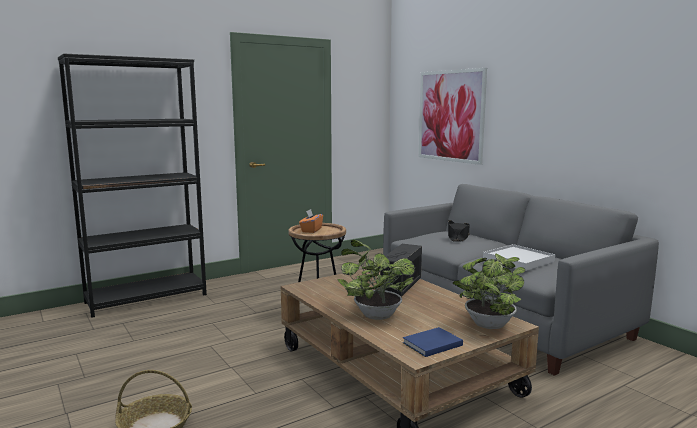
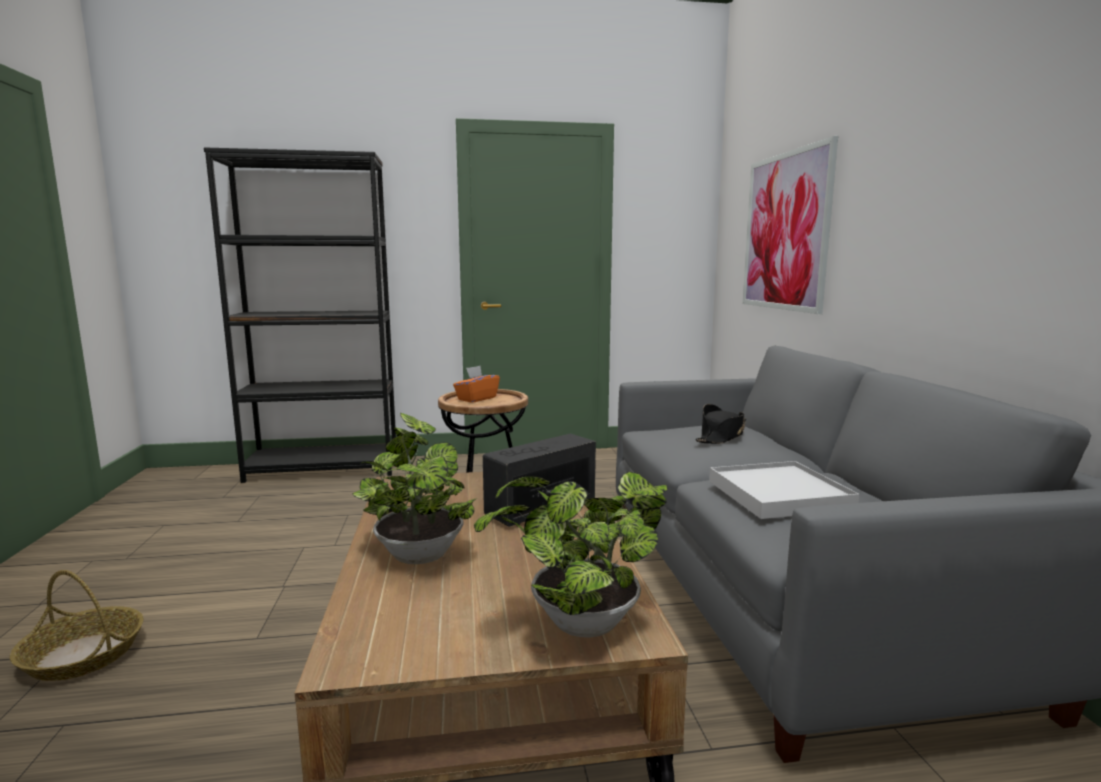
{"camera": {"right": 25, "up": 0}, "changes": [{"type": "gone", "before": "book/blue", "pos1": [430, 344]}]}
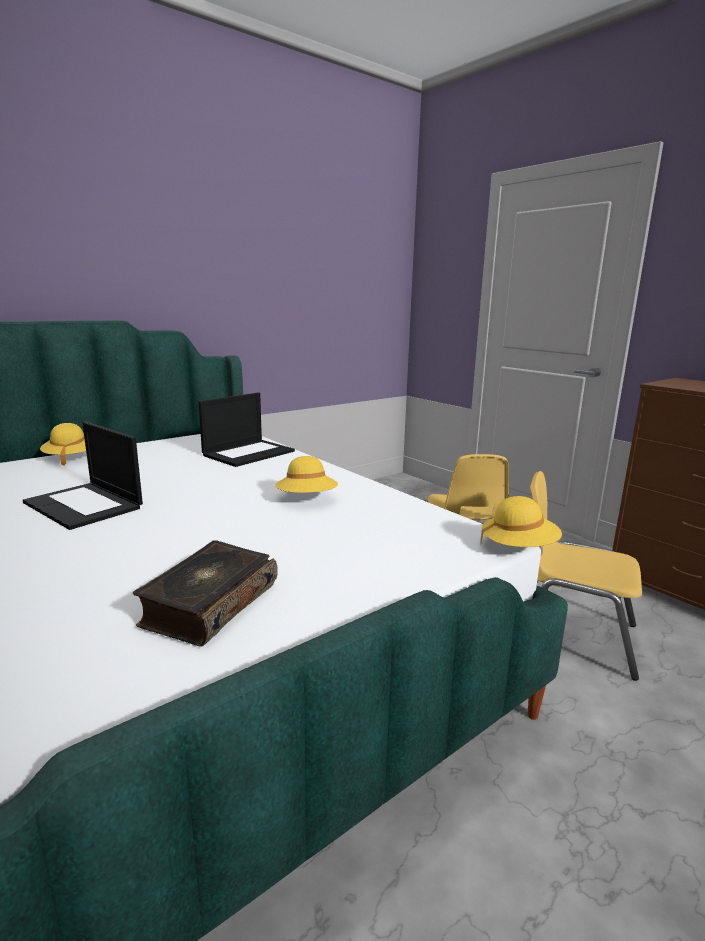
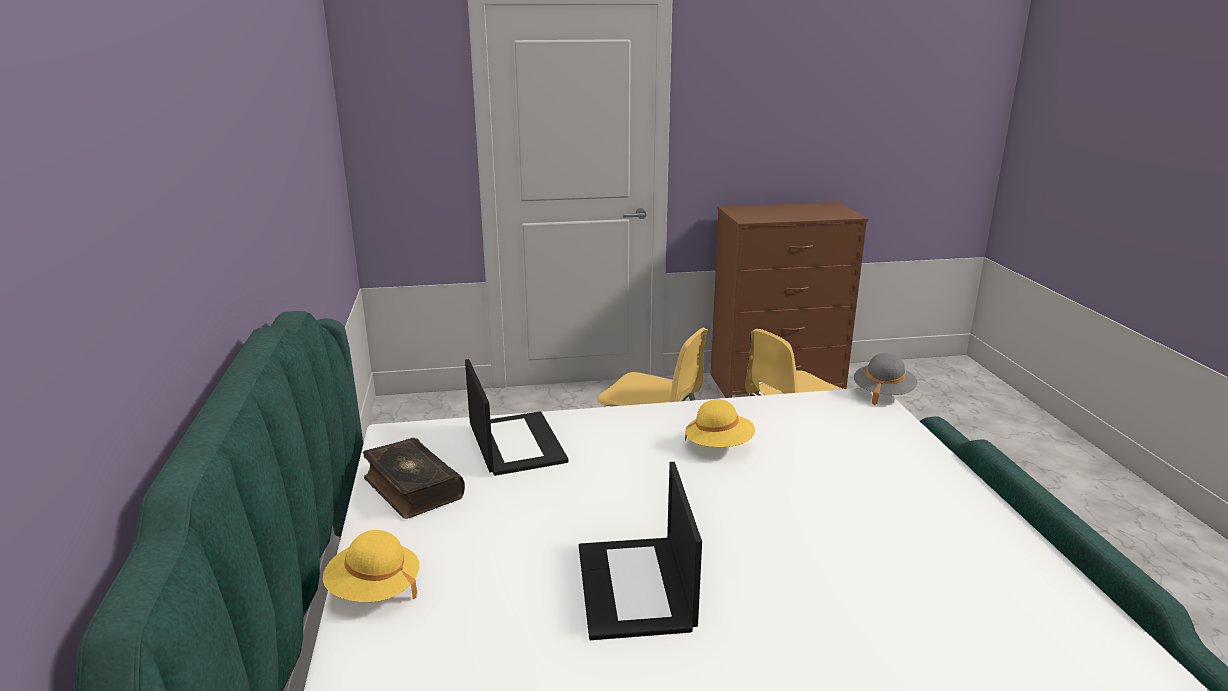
{"camera": {"right": -60, "up": 5}, "changes": [{"type": "rotated", "before": "laptop", "pos1": [85, 505], "pos2": [636, 588], "turn": 105}, {"type": "shifted", "before": "book", "pos1": [209, 605], "pos2": [411, 488]}, {"type": "repainted", "before": "hat/yellow", "after": "hat/grey", "pos1": [518, 547], "pos2": [883, 393]}]}
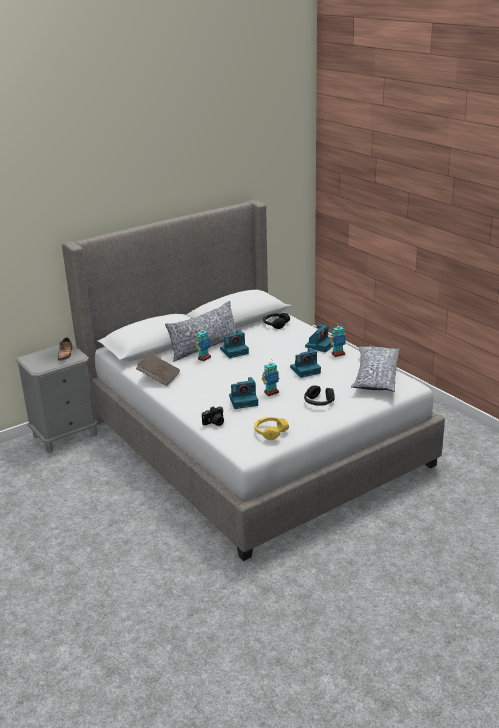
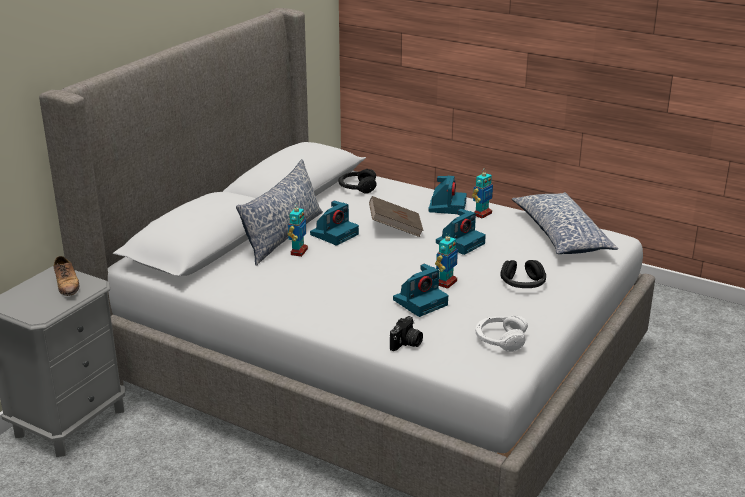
{"camera": {"right": -25, "up": 0}, "changes": [{"type": "shifted", "before": "book/brown", "pos1": [159, 377], "pos2": [395, 229]}, {"type": "repainted", "before": "headphones/yellow", "after": "headphones/white", "pos1": [270, 432], "pos2": [500, 340]}]}
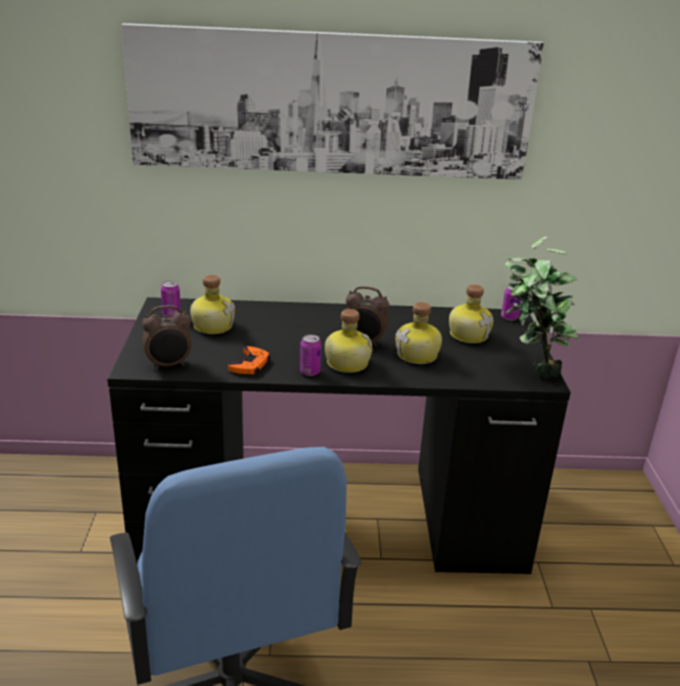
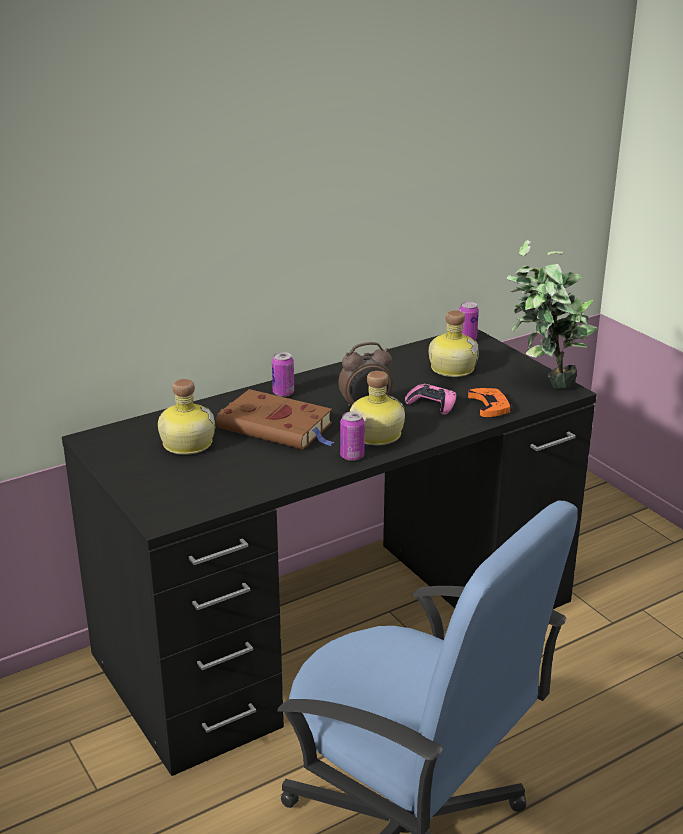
{"camera": {"right": -30, "up": 0}, "changes": [{"type": "gone", "before": "picture", "pos1": [331, 103]}, {"type": "gone", "before": "alarm clock", "pos1": [169, 365]}, {"type": "shifted", "before": "can", "pos1": [171, 315], "pos2": [283, 393]}, {"type": "shifted", "before": "game controller/orange", "pos1": [250, 365], "pos2": [490, 406]}, {"type": "swapped", "before": "bottle", "after": "game controller/pink", "pos1": [418, 355], "pos2": [432, 404]}, {"type": "new", "after": "book/brown", "pos2": [278, 427]}]}
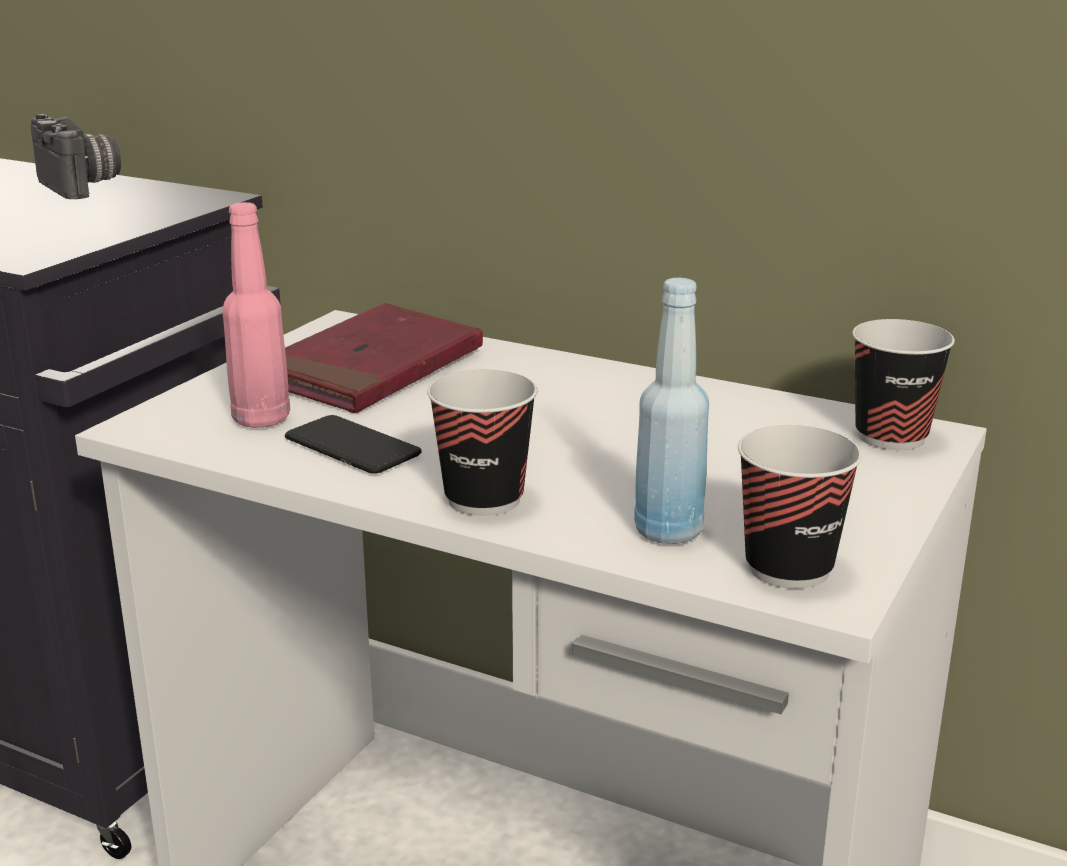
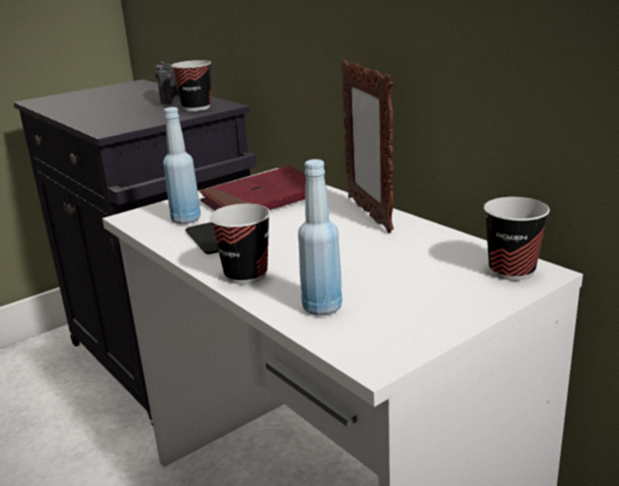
{"camera": {"right": 25, "up": 0}, "changes": [{"type": "repainted", "before": "bottle/pink", "after": "bottle/blue", "pos1": [261, 419], "pos2": [186, 220]}, {"type": "shifted", "before": "cup", "pos1": [788, 568], "pos2": [196, 108]}, {"type": "new", "after": "picture frame", "pos2": [369, 213]}]}
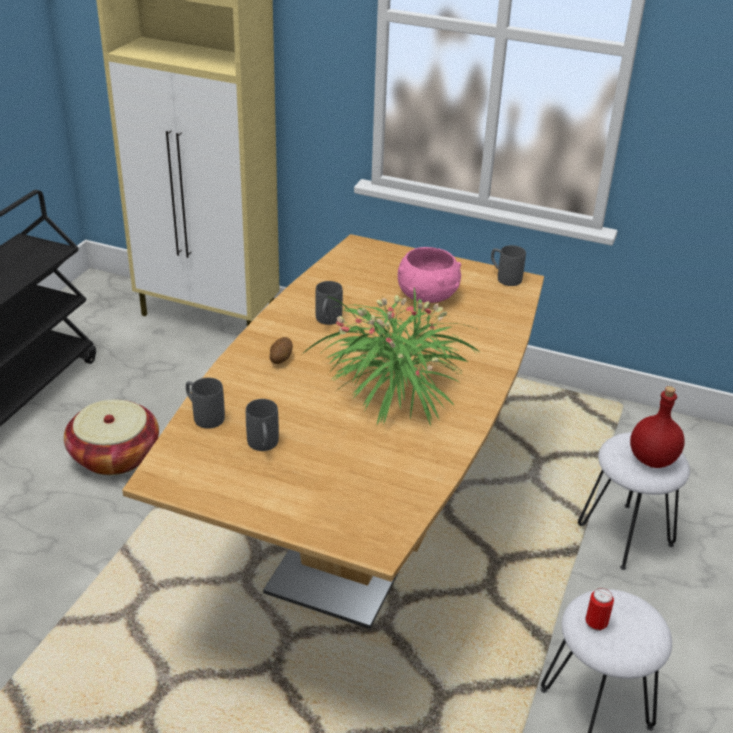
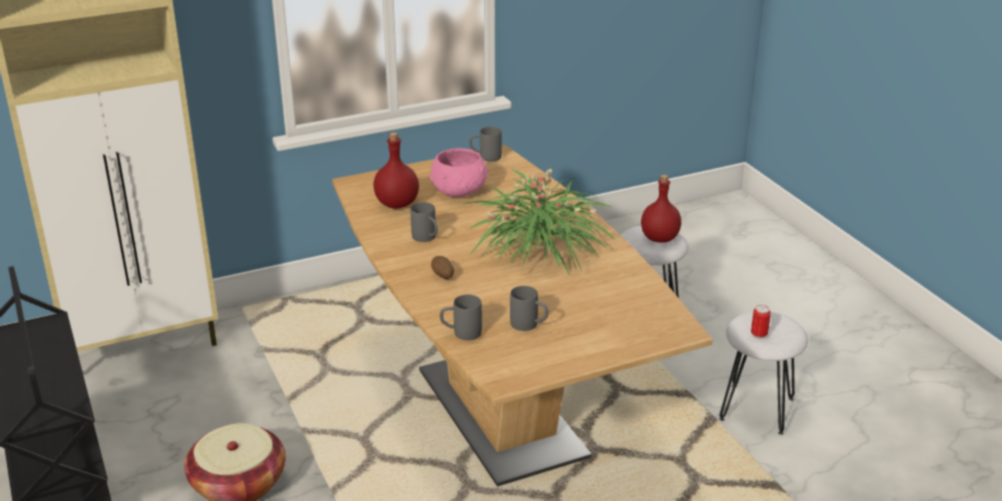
{"camera": {"right": -45, "up": -5}, "changes": [{"type": "new", "after": "bottle/red", "pos2": [396, 204]}]}
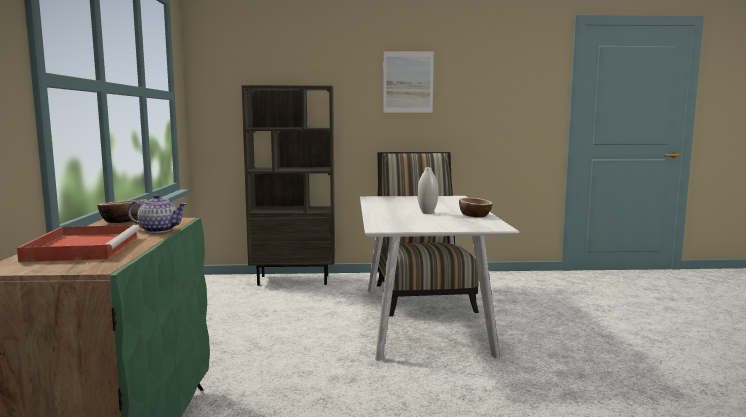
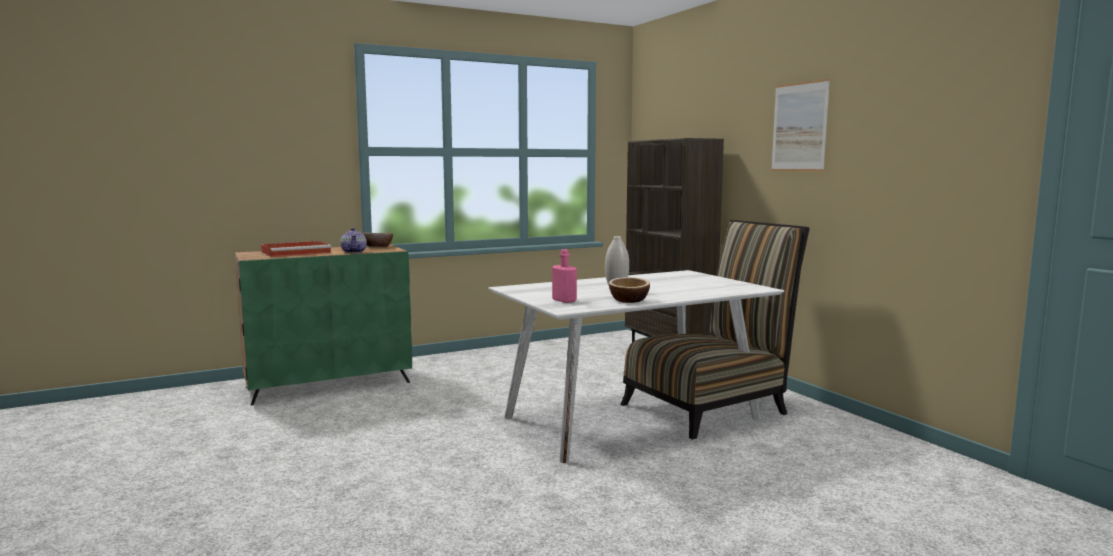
{"camera": {"right": 65, "up": 0}, "changes": [{"type": "new", "after": "bottle/pink", "pos2": [564, 300]}]}
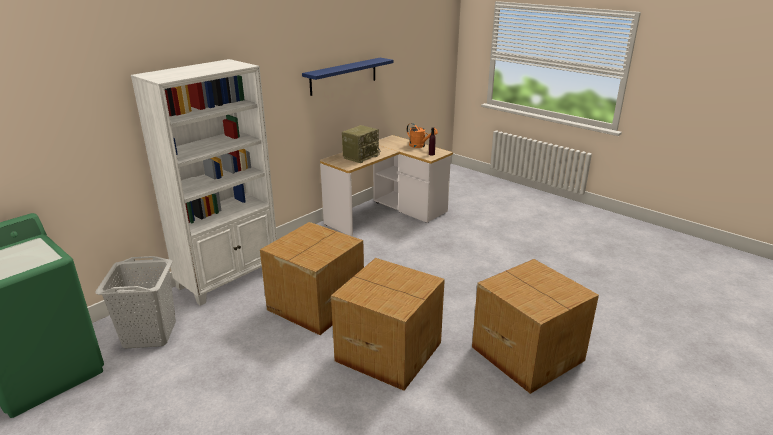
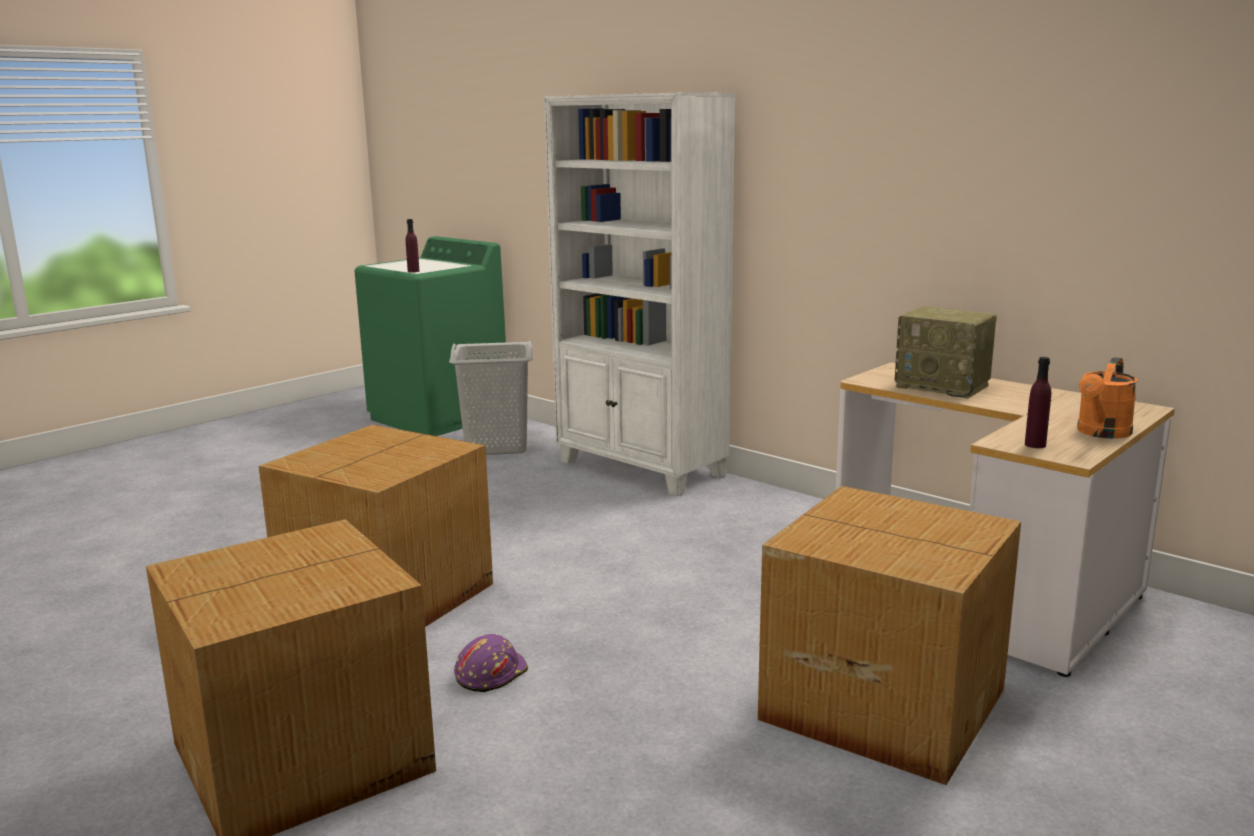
{"camera": {"right": 90, "up": -10}, "changes": [{"type": "shifted", "before": "cardboard box", "pos1": [314, 305], "pos2": [881, 702]}, {"type": "gone", "before": "shelf/blue", "pos1": [343, 76]}, {"type": "new", "after": "bottle/purple", "pos2": [413, 271]}, {"type": "new", "after": "hard hat/purple", "pos2": [490, 673]}]}
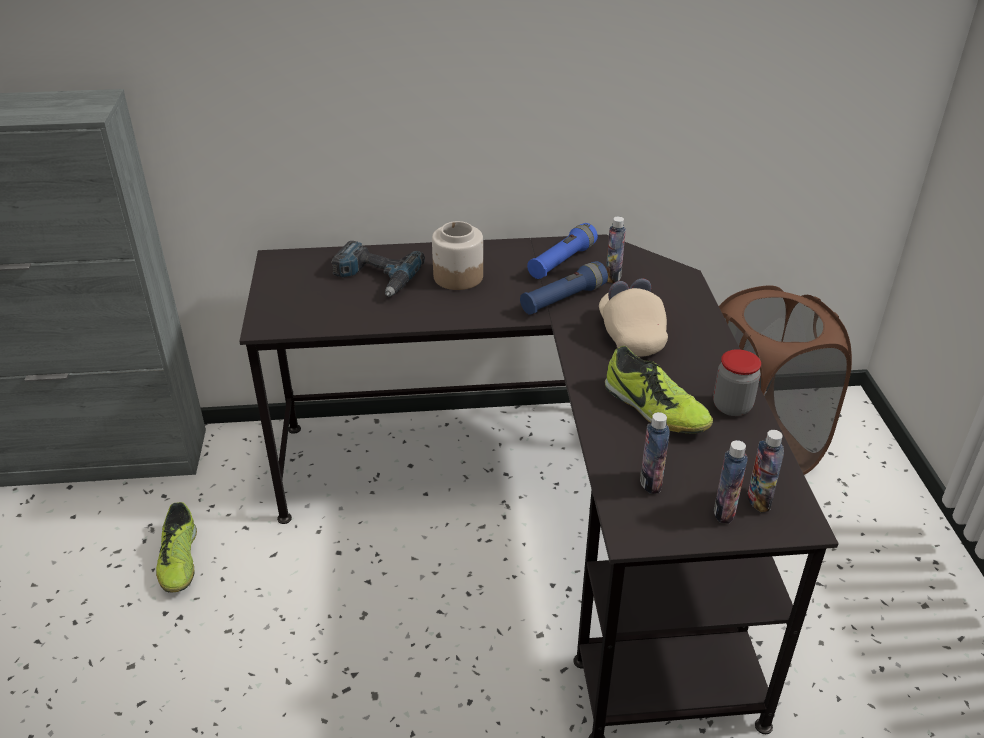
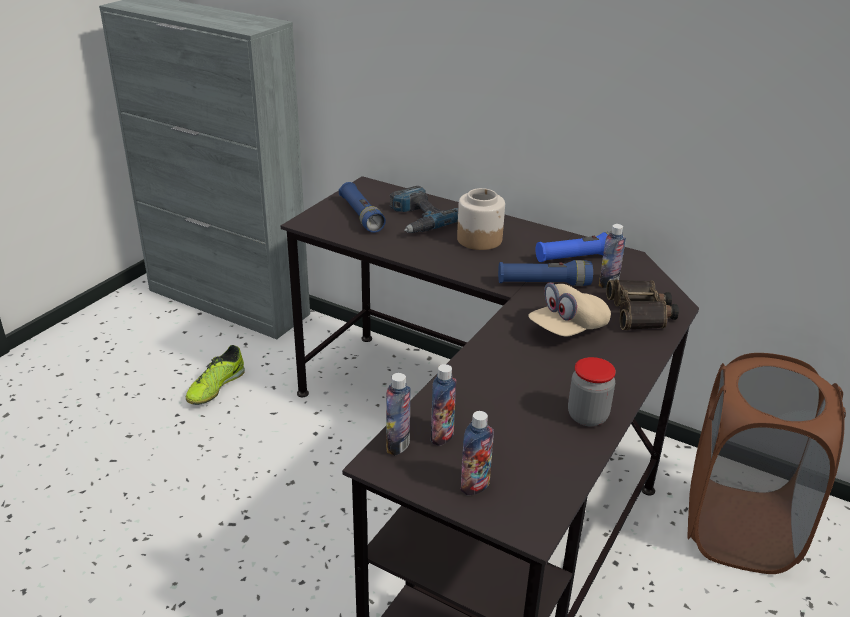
{"camera": {"right": 35, "up": -5}, "changes": [{"type": "rotated", "before": "cap/beige", "pos1": [630, 334], "pos2": [568, 329], "turn": -150}, {"type": "gone", "before": "shoe", "pos1": [654, 409]}, {"type": "shifted", "before": "bottle", "pos1": [758, 500], "pos2": [398, 445]}, {"type": "new", "after": "flashlight/blue", "pos2": [361, 216]}, {"type": "new", "after": "binoculars", "pos2": [641, 312]}]}
